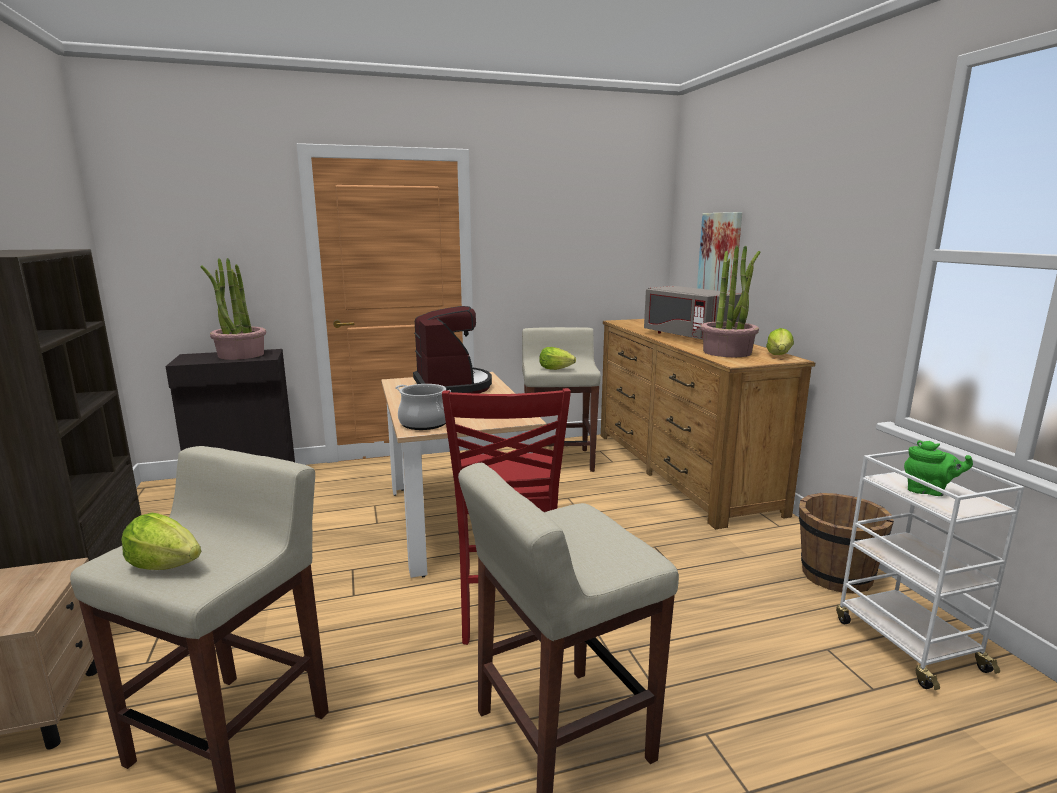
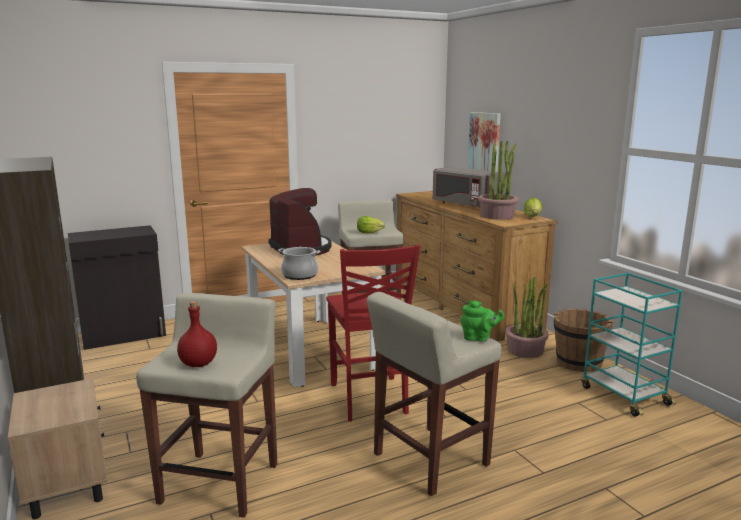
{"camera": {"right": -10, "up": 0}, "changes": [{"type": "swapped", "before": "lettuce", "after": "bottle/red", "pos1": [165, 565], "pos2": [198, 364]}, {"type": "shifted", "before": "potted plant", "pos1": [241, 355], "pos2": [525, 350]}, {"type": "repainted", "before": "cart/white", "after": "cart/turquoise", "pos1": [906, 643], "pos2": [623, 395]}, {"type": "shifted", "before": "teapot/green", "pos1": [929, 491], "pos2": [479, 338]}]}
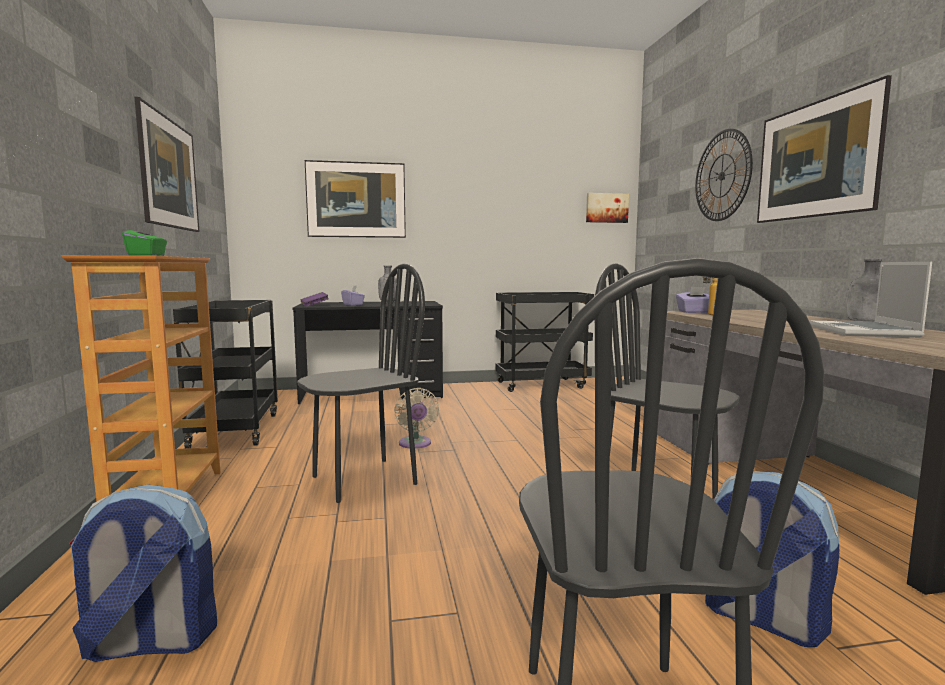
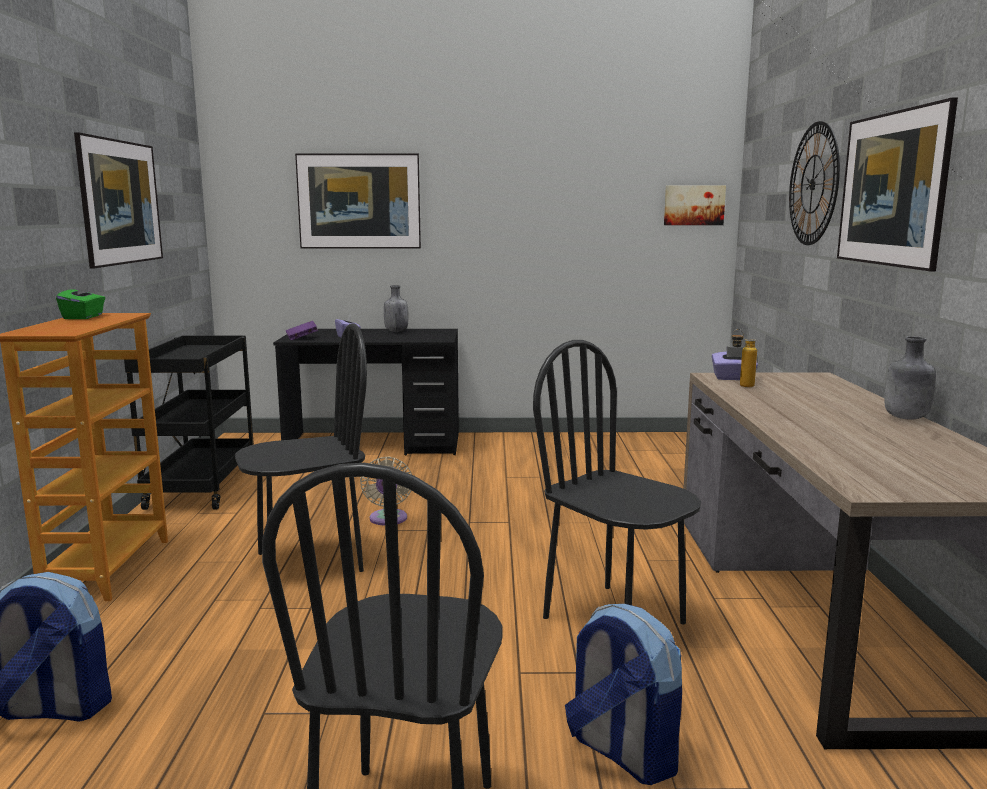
{"camera": {"right": 10, "up": 5}, "changes": [{"type": "gone", "before": "cart/black", "pos1": [542, 385]}, {"type": "gone", "before": "laptop", "pos1": [864, 332]}]}
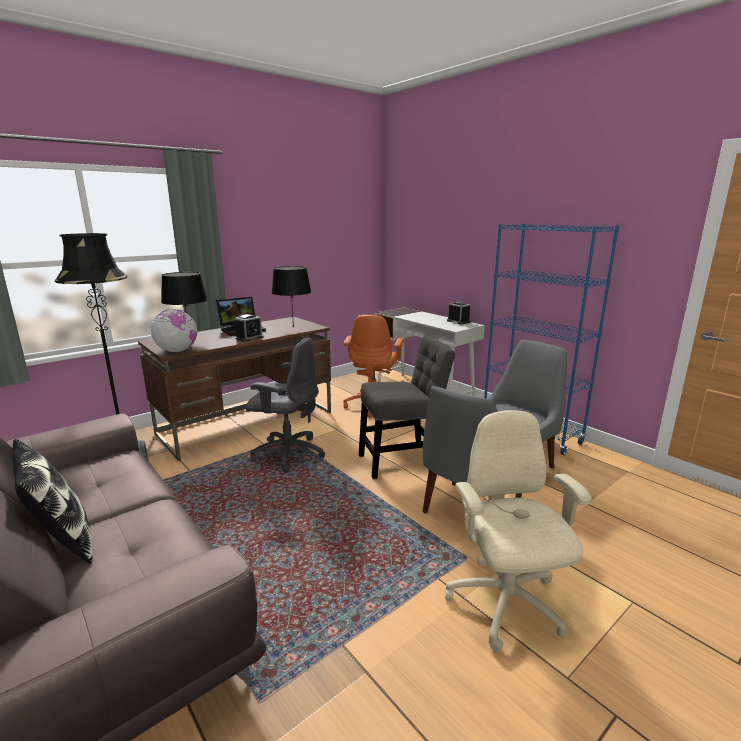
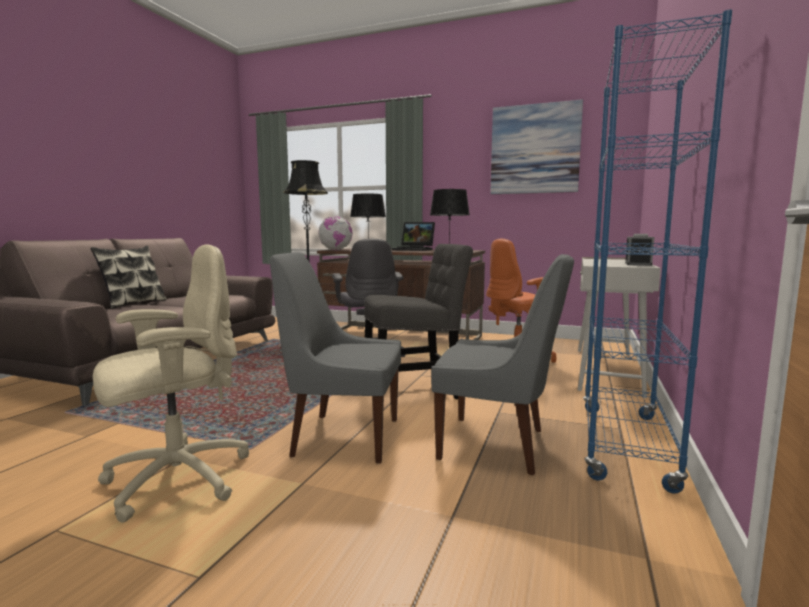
{"camera": {"right": 60, "up": -10}, "changes": [{"type": "gone", "before": "alarm clock", "pos1": [249, 338]}, {"type": "rotated", "before": "chair/grey", "pos1": [403, 460], "pos2": [415, 391], "turn": -60}, {"type": "new", "after": "picture", "pos2": [535, 149]}]}
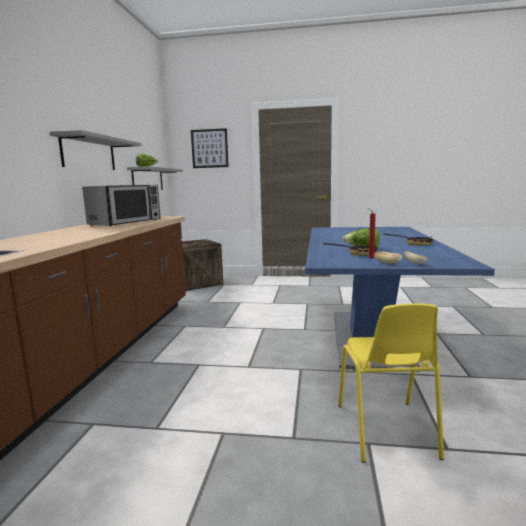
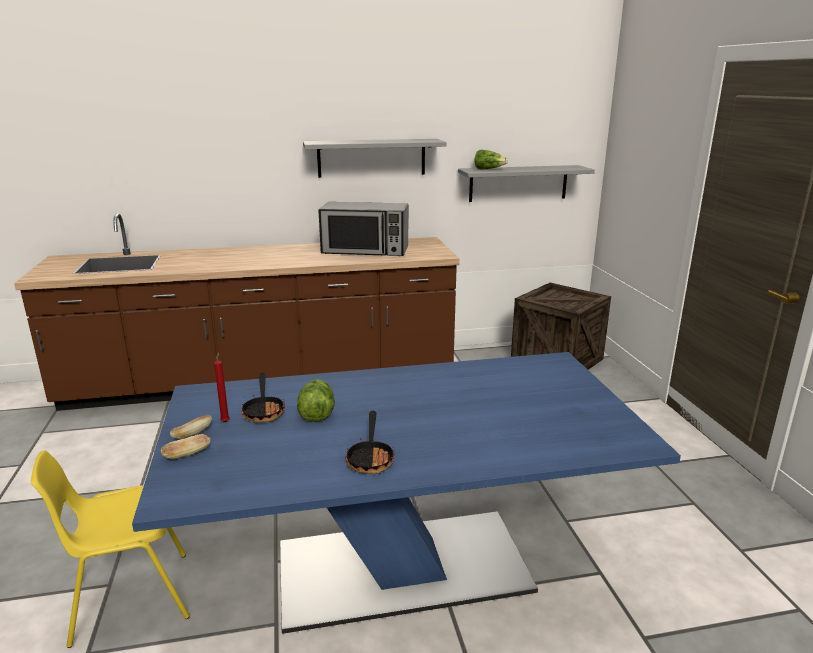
{"camera": {"right": 70, "up": 10}, "changes": [{"type": "gone", "before": "picture", "pos1": [209, 148]}]}
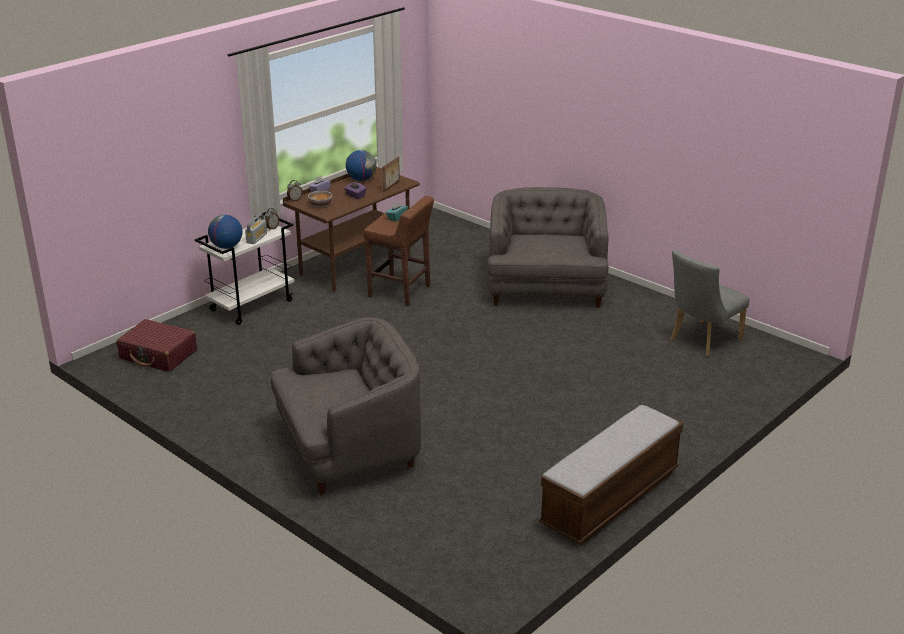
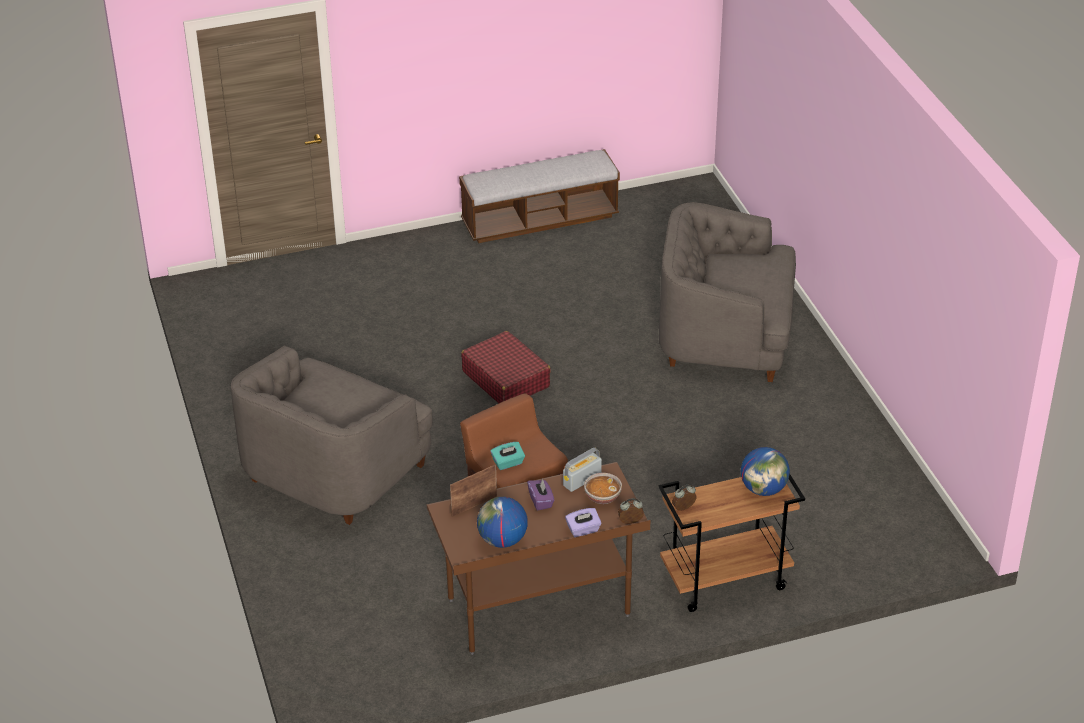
{"camera": {"right": -150, "up": 10}, "changes": [{"type": "shifted", "before": "suitcase/red", "pos1": [158, 355], "pos2": [506, 379]}, {"type": "repainted", "before": "cart/white", "after": "cart/brown", "pos1": [252, 305], "pos2": [724, 580]}, {"type": "shifted", "before": "radio", "pos1": [256, 238], "pos2": [582, 480]}, {"type": "gone", "before": "chair/grey", "pos1": [701, 341]}]}
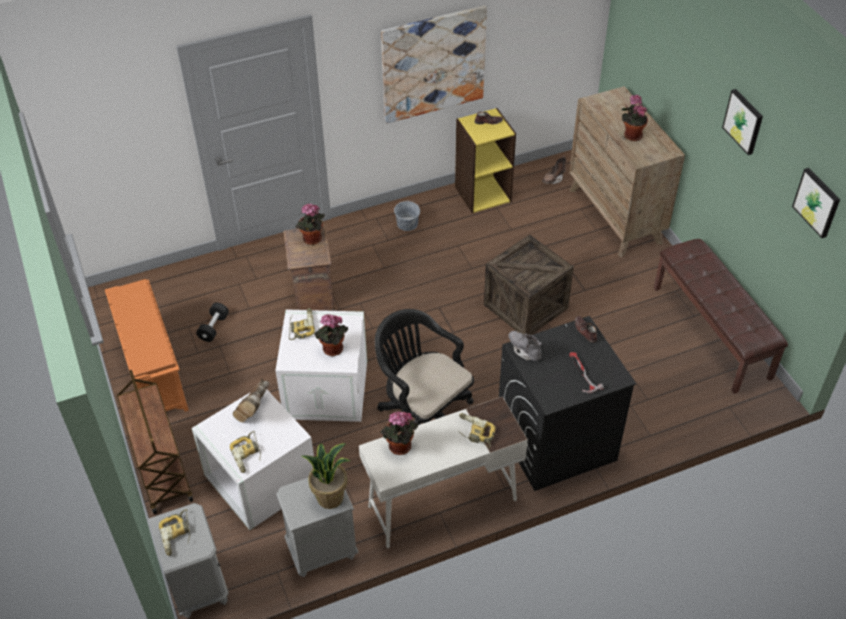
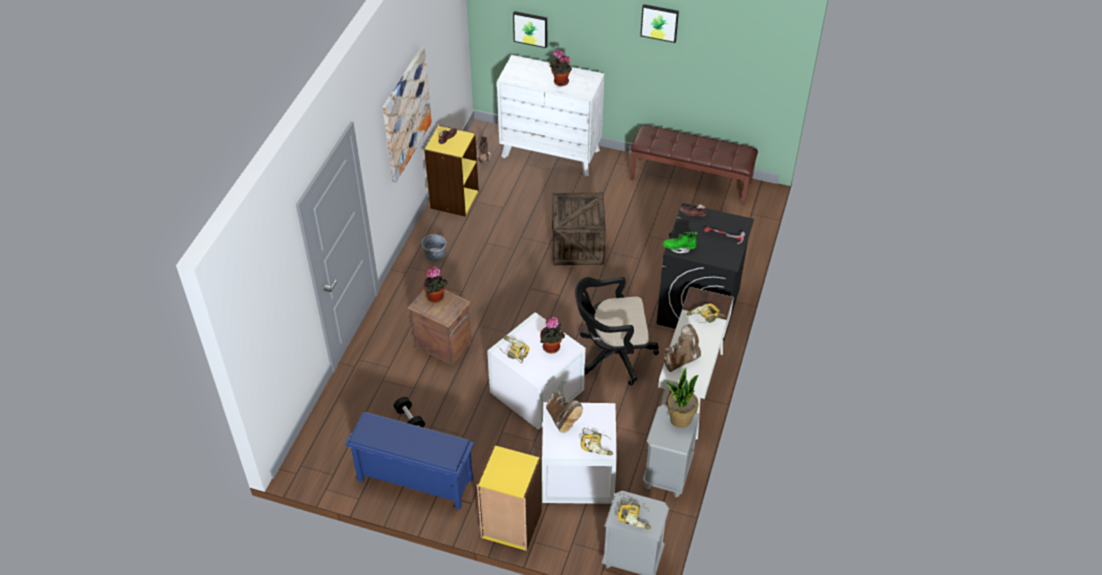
{"camera": {"right": -50, "up": 0}, "changes": [{"type": "repainted", "before": "shoe rack/orange", "after": "shoe rack/blue", "pos1": [153, 373], "pos2": [414, 480]}, {"type": "swapped", "before": "cart/brown", "after": "bookcase/yellow", "pos1": [161, 469], "pos2": [511, 525]}, {"type": "swapped", "before": "potted plant", "after": "boot/brown", "pos1": [399, 448], "pos2": [681, 359]}, {"type": "repainted", "before": "boot/grey", "after": "boot/green", "pos1": [524, 350], "pos2": [679, 248]}, {"type": "repainted", "before": "dresser/brown", "after": "dresser/white", "pos1": [615, 215], "pos2": [550, 153]}, {"type": "shifted", "before": "picture", "pos1": [817, 202], "pos2": [530, 28]}]}
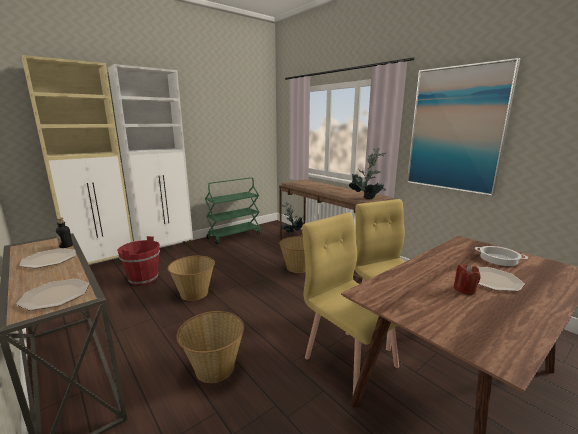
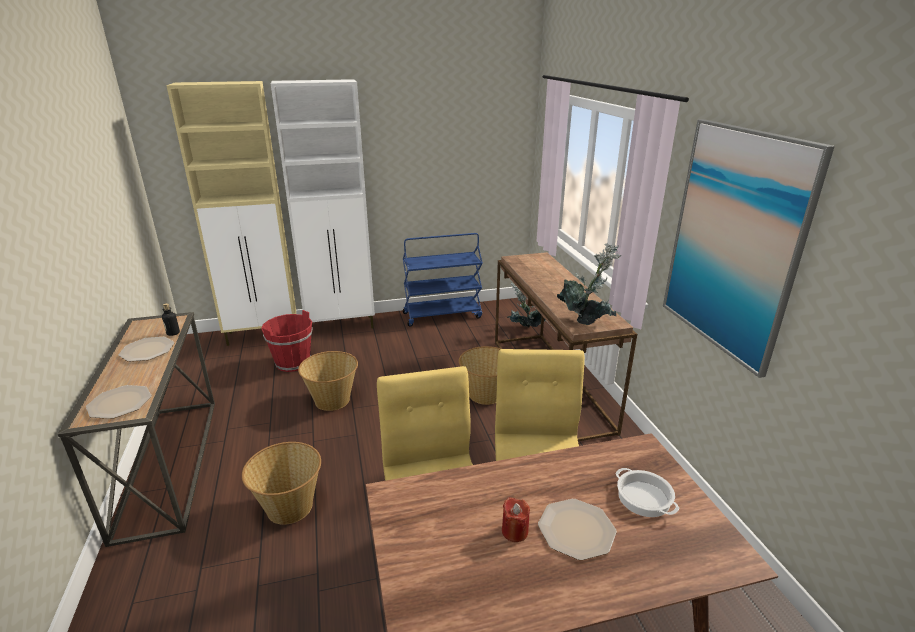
{"camera": {"right": 25, "up": 10}, "changes": [{"type": "repainted", "before": "cart/green", "after": "cart/blue", "pos1": [234, 235], "pos2": [442, 315]}]}
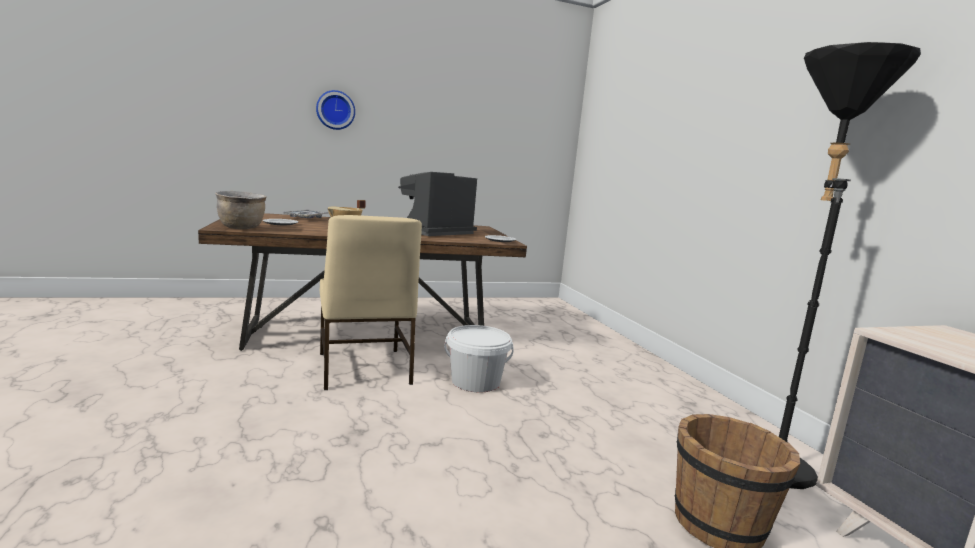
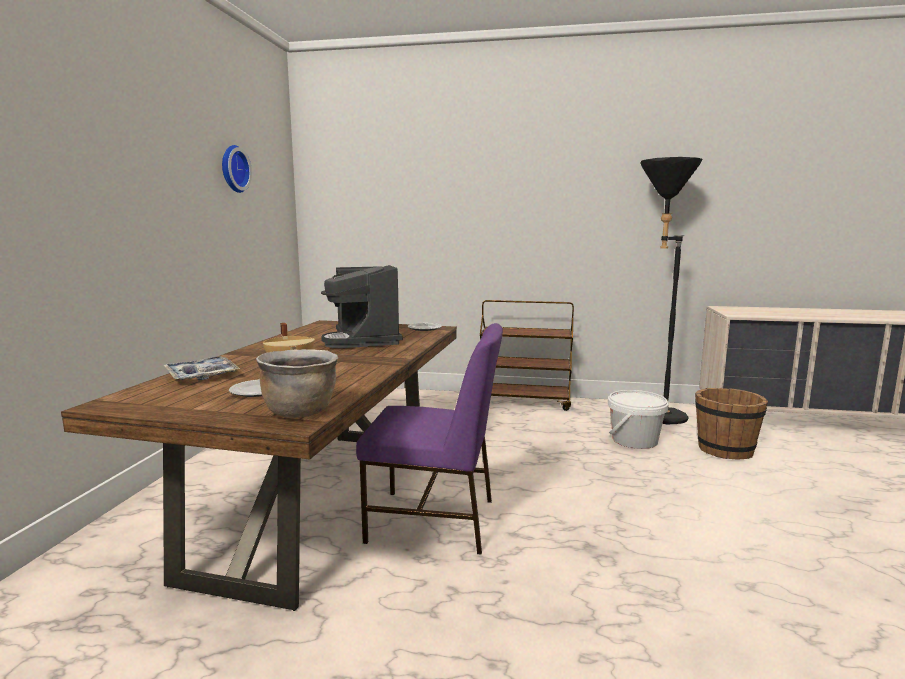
{"camera": {"right": -60, "up": 0}, "changes": [{"type": "shifted", "before": "wall clock", "pos1": [335, 110], "pos2": [233, 169]}, {"type": "repainted", "before": "chair/beige", "after": "chair/purple", "pos1": [363, 369], "pos2": [434, 521]}, {"type": "shifted", "before": "bucket/white", "pos1": [475, 382], "pos2": [634, 440]}, {"type": "new", "after": "cart/brown", "pos2": [524, 402]}]}
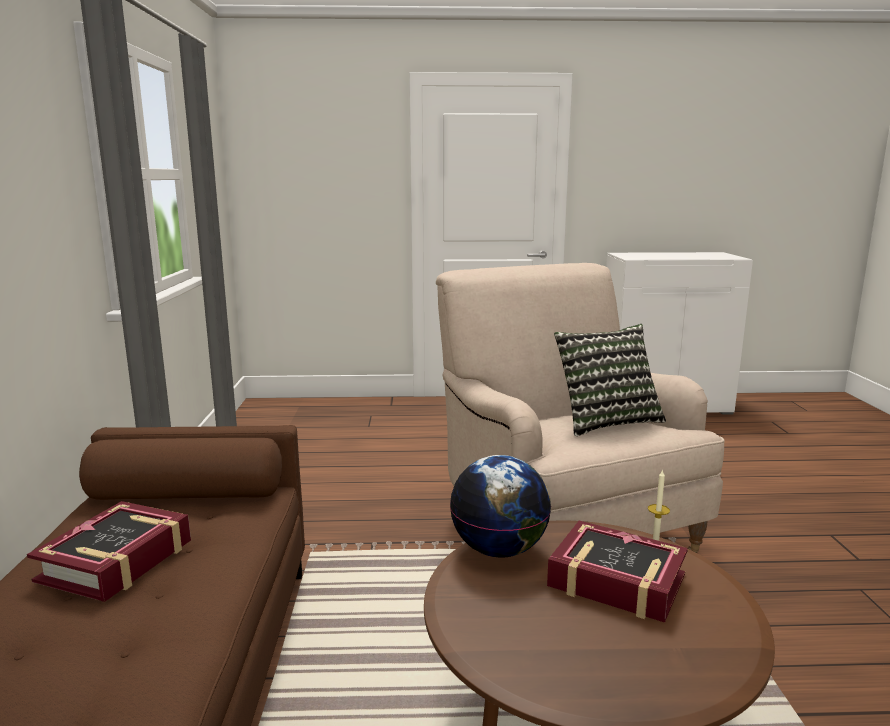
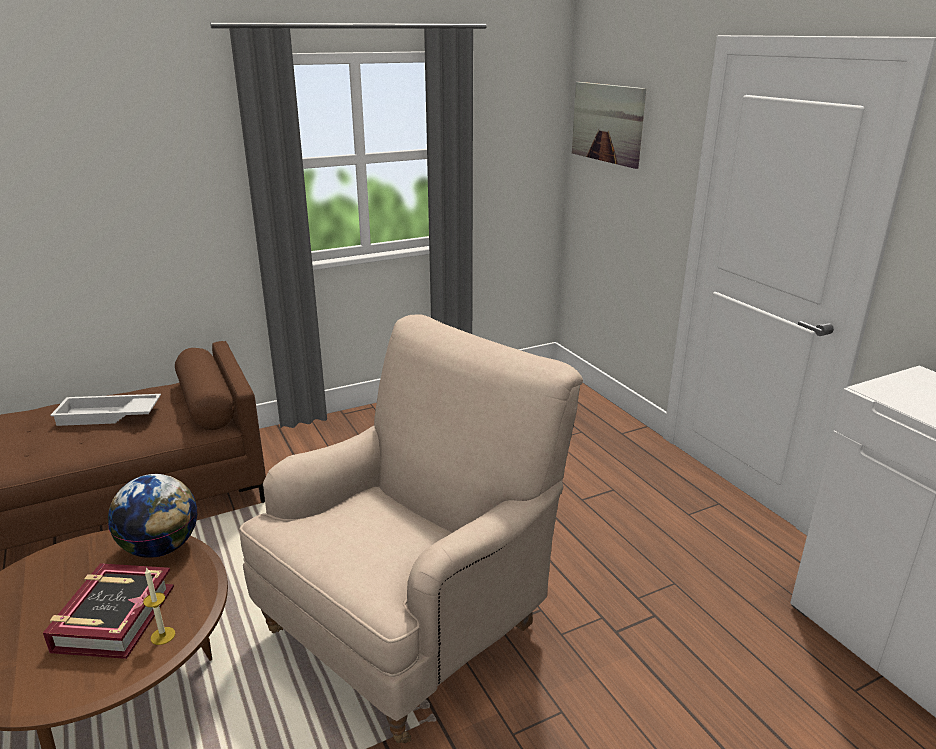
{"camera": {"right": 65, "up": 10}, "changes": [{"type": "swapped", "before": "book", "after": "tray/white", "pos1": [117, 561], "pos2": [108, 416]}, {"type": "gone", "before": "pillow", "pos1": [606, 421]}, {"type": "new", "after": "picture", "pos2": [607, 123]}]}
